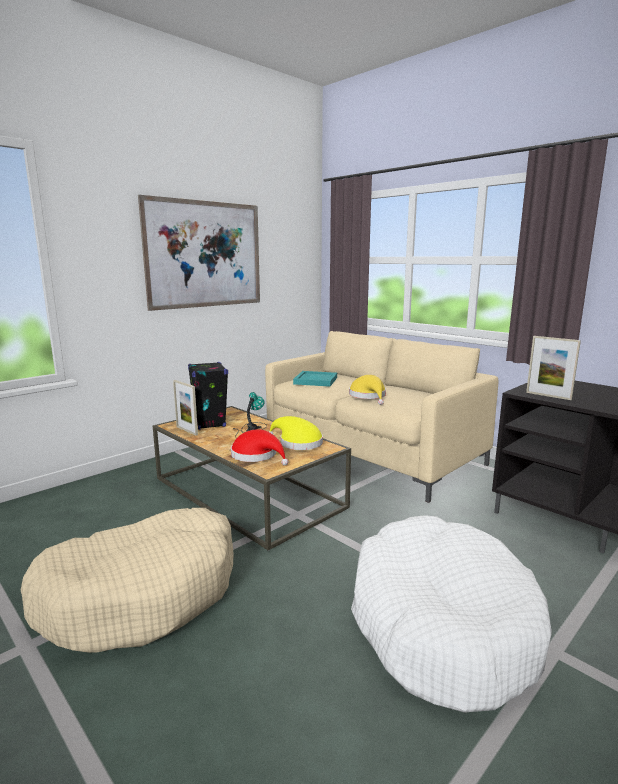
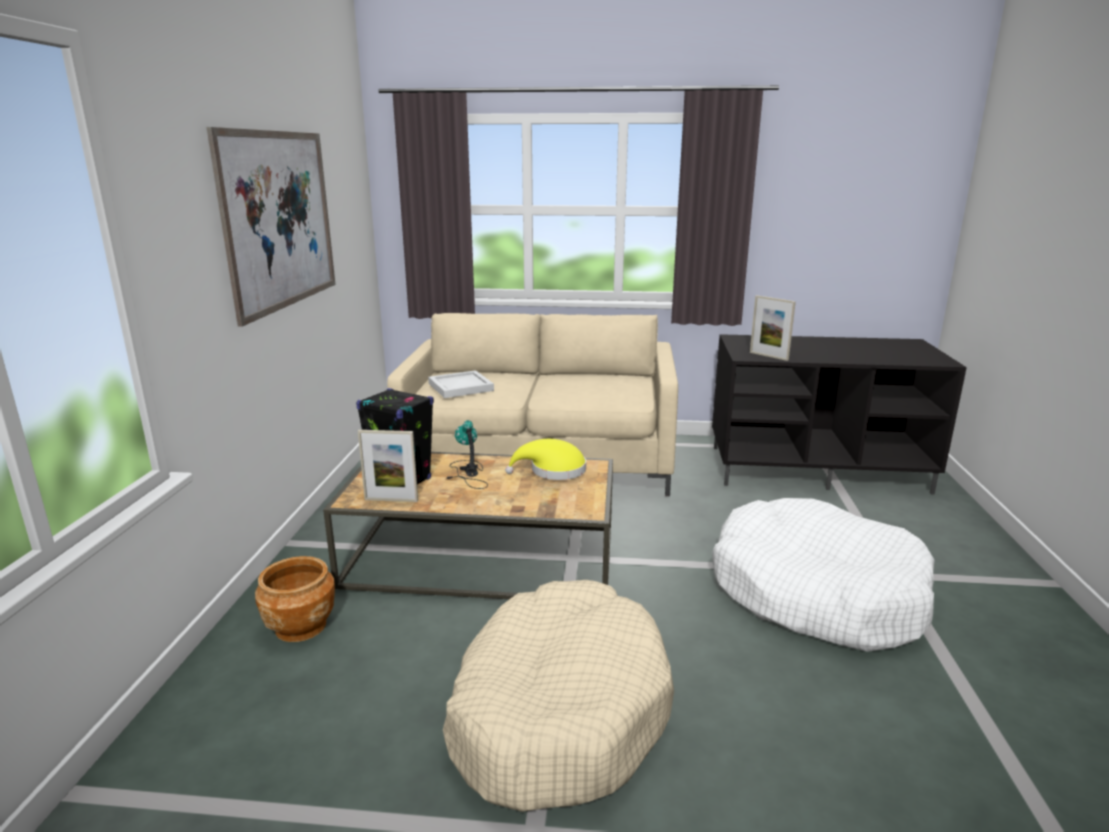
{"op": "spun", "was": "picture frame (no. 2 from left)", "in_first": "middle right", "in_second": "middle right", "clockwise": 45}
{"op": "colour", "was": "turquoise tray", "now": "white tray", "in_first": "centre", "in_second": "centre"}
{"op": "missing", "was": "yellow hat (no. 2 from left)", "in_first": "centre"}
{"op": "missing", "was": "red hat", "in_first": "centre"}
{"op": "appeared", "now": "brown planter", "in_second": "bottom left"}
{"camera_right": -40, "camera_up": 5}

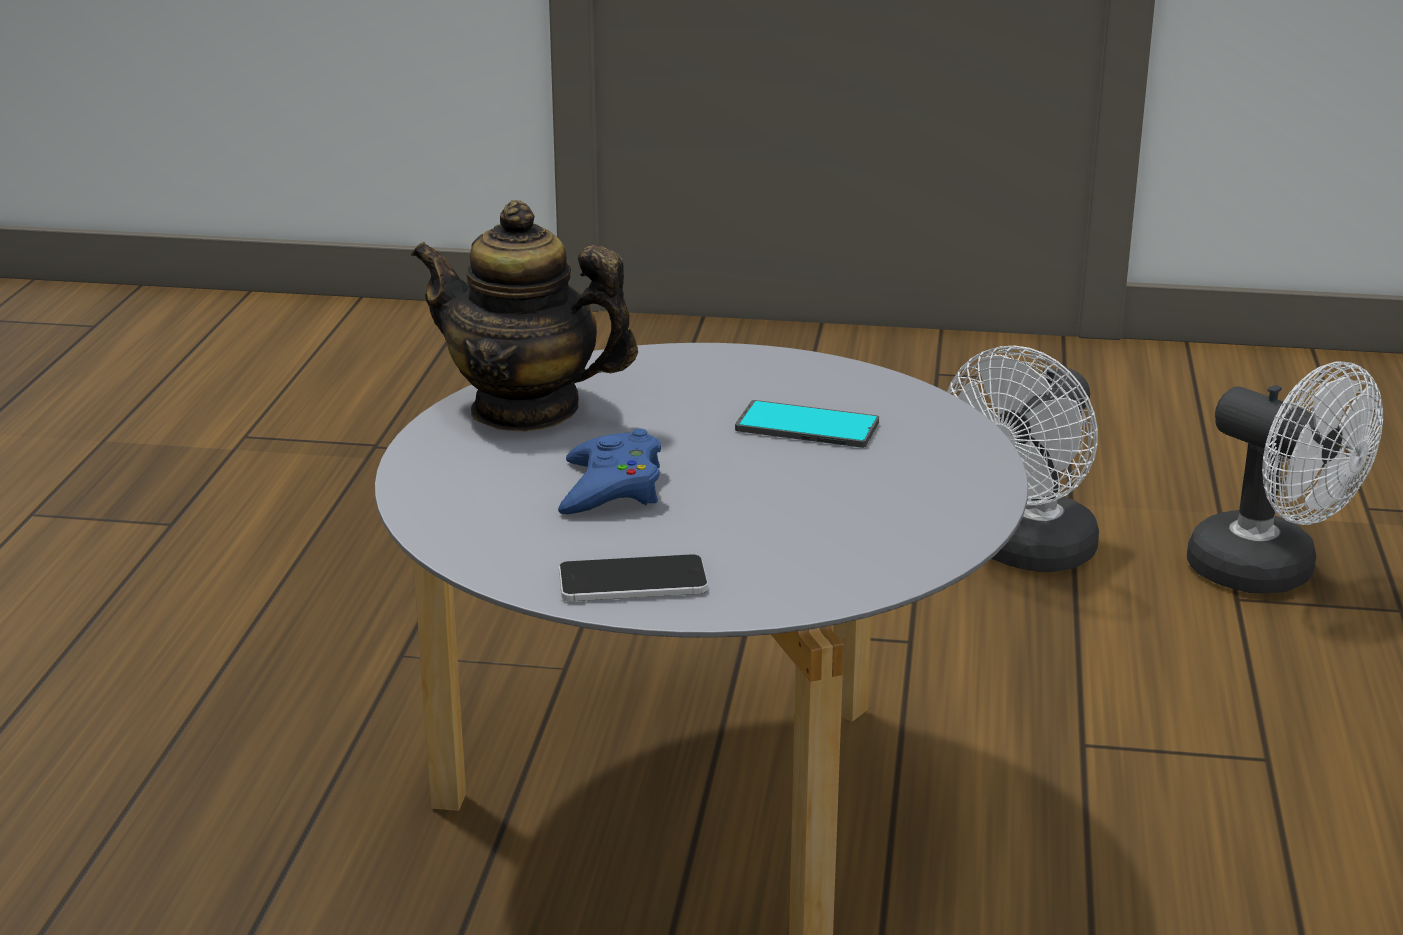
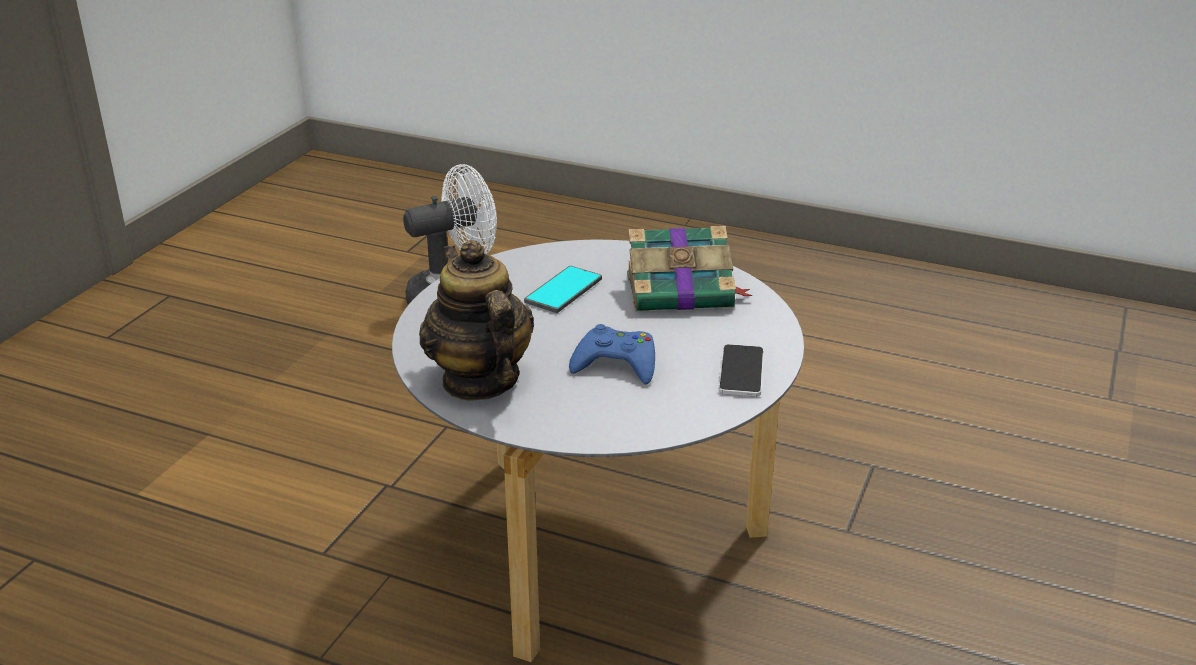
{"op": "spun", "was": "teapot", "in_first": "centre", "in_second": "centre", "clockwise": 120}
{"op": "missing", "was": "white fan (no. 1 from left)", "in_first": "middle right"}
{"op": "appeared", "now": "book", "in_second": "centre"}
{"camera_right": -75, "camera_up": 5}

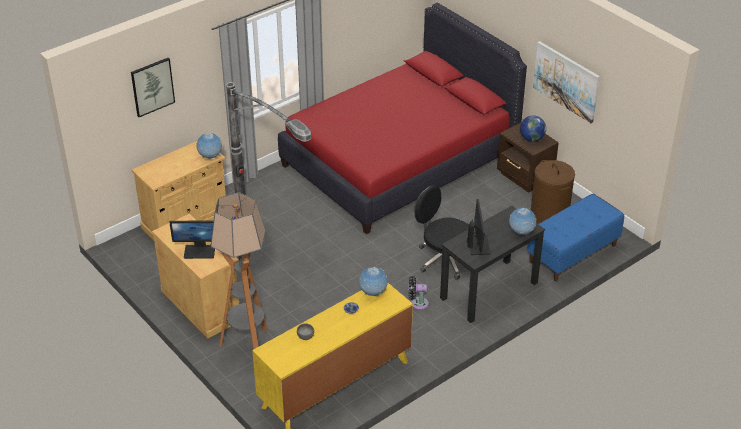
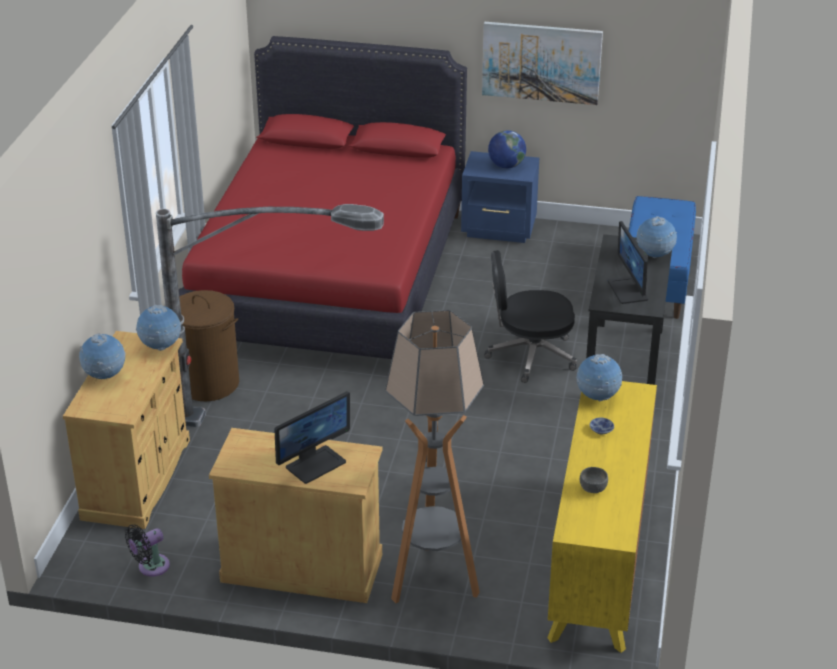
{"op": "missing", "was": "picture (no. 1 from left)", "in_first": "top left"}
{"op": "colour", "was": "brown nightstand", "now": "blue nightstand", "in_first": "middle right", "in_second": "top centre"}
{"op": "relocated", "was": "brown laundry basket", "in_first": "middle right", "in_second": "middle left"}
{"op": "spun", "was": "monitor (no. 2 from left)", "in_first": "centre", "in_second": "middle right", "clockwise": -150}
{"op": "relocated", "was": "black fan", "in_first": "bottom centre", "in_second": "bottom left"}
{"op": "appeared", "now": "globe (no. 1 from left)", "in_second": "middle left"}
{"camera_right": -40, "camera_up": -5}

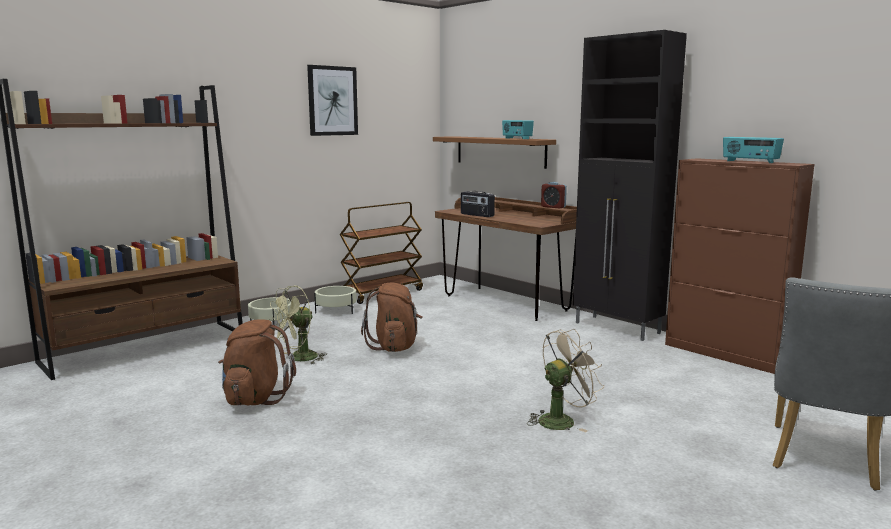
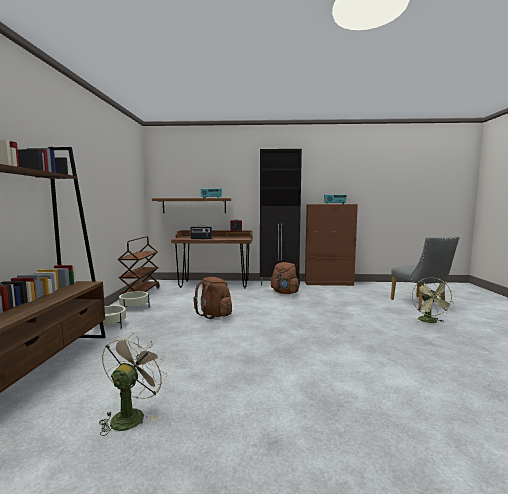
{"op": "missing", "was": "picture", "in_first": "top centre"}
{"op": "relocated", "was": "green fan", "in_first": "centre", "in_second": "middle right"}
{"op": "relocated", "was": "brown backpack (no. 1 from left in the first image)", "now": "brown backpack (no. 2 from left)", "in_first": "bottom left", "in_second": "centre"}
{"op": "relocated", "was": "beige fan", "in_first": "bottom centre", "in_second": "bottom left"}
{"camera_right": -45, "camera_up": -5}

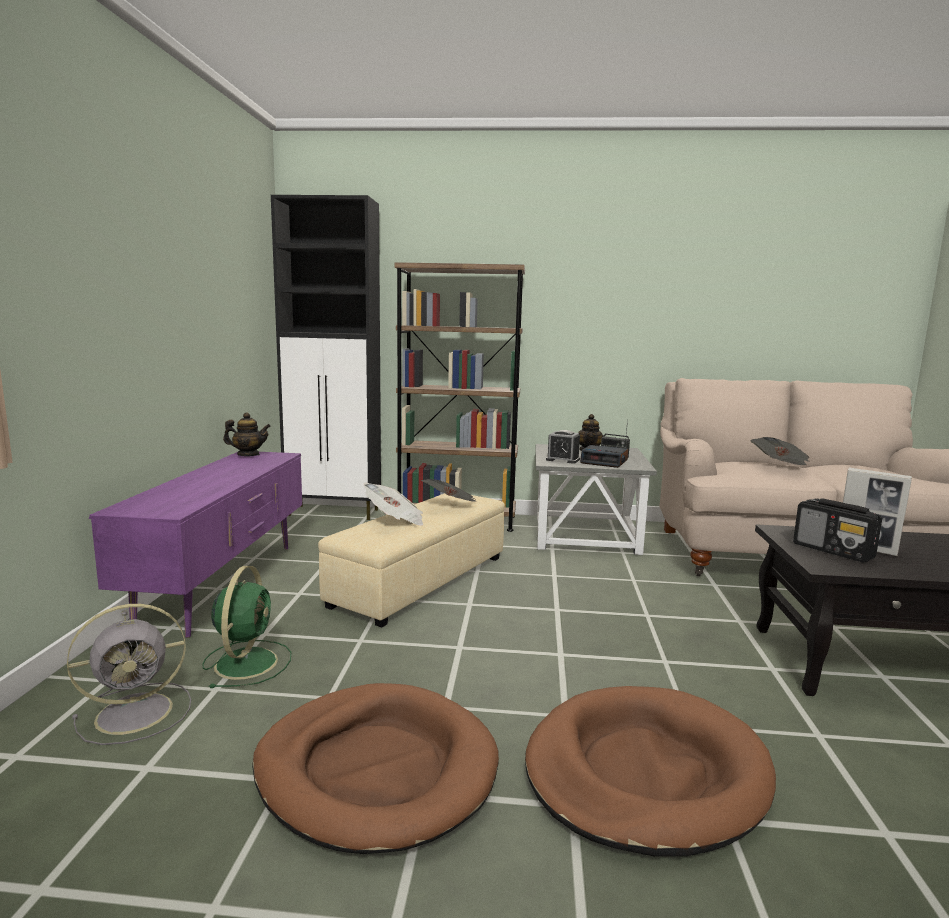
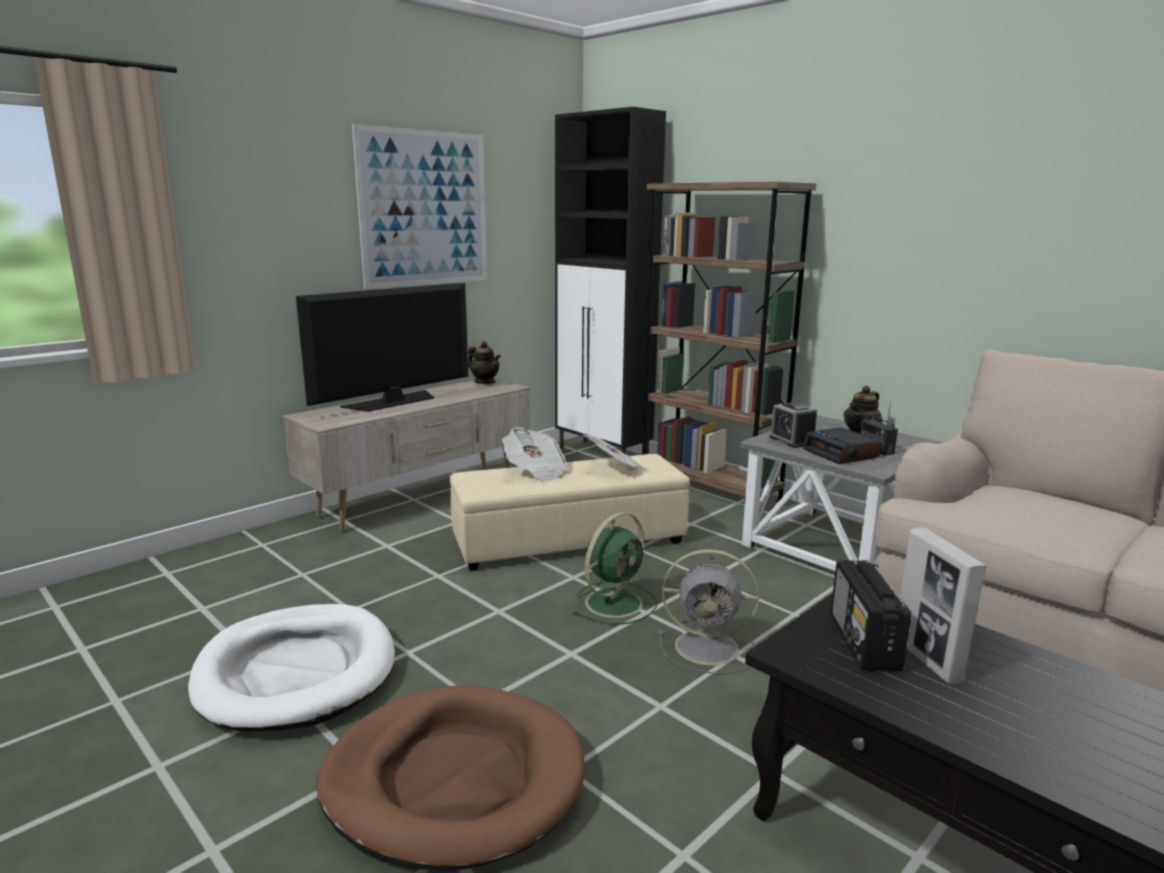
{"op": "missing", "was": "newspaper (no. 3 from left)", "in_first": "middle right"}
{"op": "colour", "was": "purple tv stand", "now": "beige tv stand", "in_first": "middle left", "in_second": "centre"}
{"op": "relocated", "was": "green fan", "in_first": "bottom left", "in_second": "centre"}
{"op": "relocated", "was": "grey fan", "in_first": "bottom left", "in_second": "bottom centre"}
{"op": "colour", "was": "brown dog bed (no. 1 from left)", "now": "white dog bed", "in_first": "bottom centre", "in_second": "bottom left"}
{"op": "appeared", "now": "picture", "in_second": "top centre"}
{"op": "appeared", "now": "television", "in_second": "middle left"}
{"camera_right": 40, "camera_up": 5}

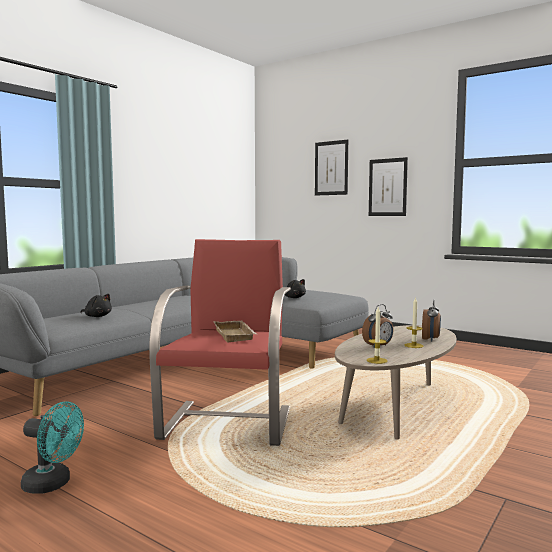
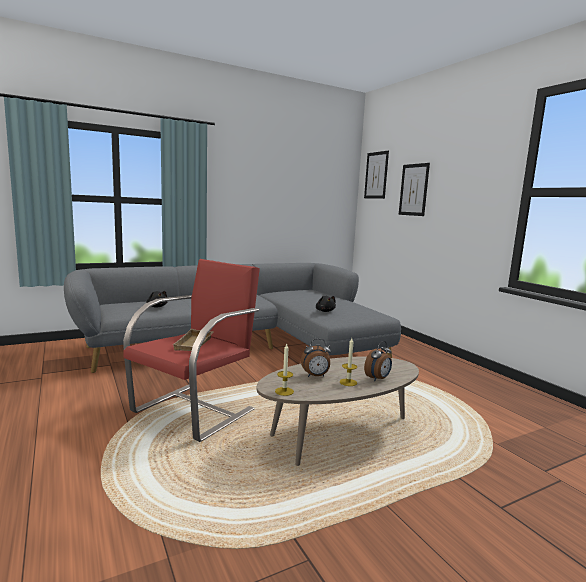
{"op": "relocated", "was": "picture (no. 2 from left in the first image)", "now": "picture (no. 1 from left)", "in_first": "middle right", "in_second": "top centre"}
{"op": "missing", "was": "turquoise fan", "in_first": "bottom left"}
{"camera_right": 25, "camera_up": 5}

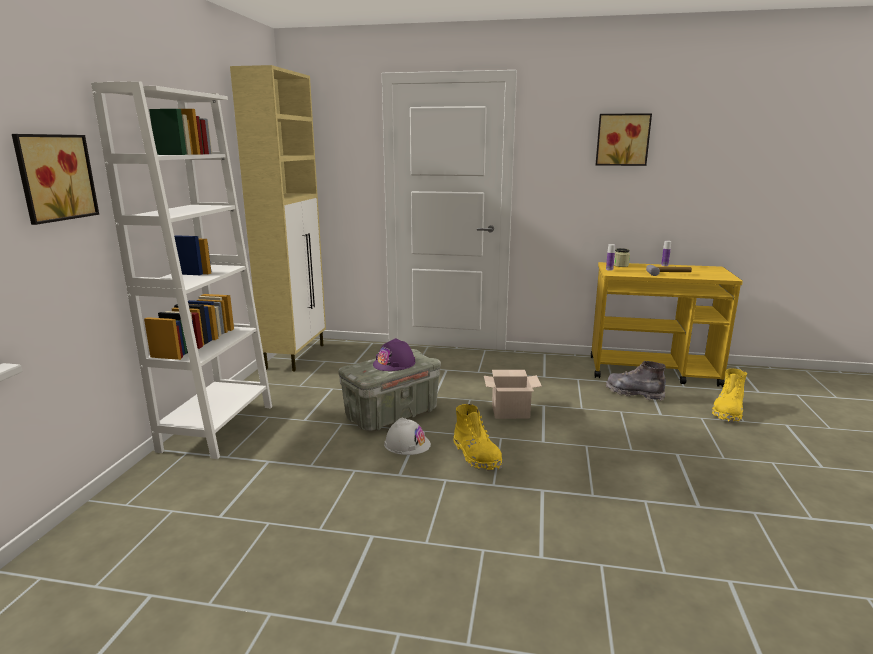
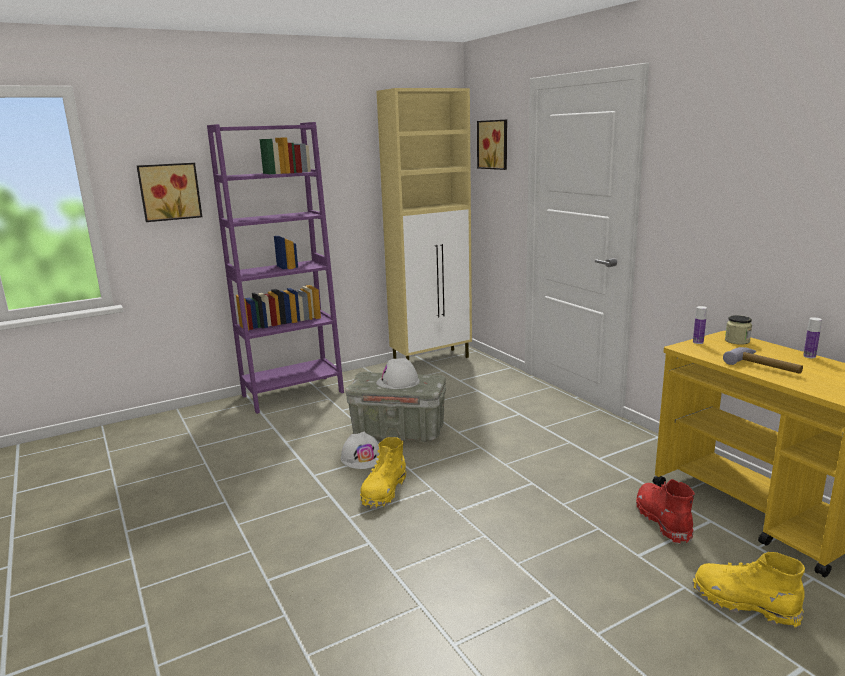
{"op": "colour", "was": "white bookcase", "now": "purple bookcase", "in_first": "middle left", "in_second": "middle left"}
{"op": "relocated", "was": "picture (no. 2 from left)", "in_first": "top right", "in_second": "top centre"}
{"op": "colour", "was": "purple hard hat", "now": "white hard hat (no. 2 from left)", "in_first": "centre", "in_second": "centre"}
{"op": "colour", "was": "grey boot", "now": "red boot", "in_first": "middle right", "in_second": "bottom right"}
{"op": "spun", "was": "yellow boot (no. 2 from left)", "in_first": "middle right", "in_second": "bottom right", "clockwise": 45}
{"op": "missing", "was": "cardboard box", "in_first": "centre"}
{"camera_right": 50, "camera_up": 0}

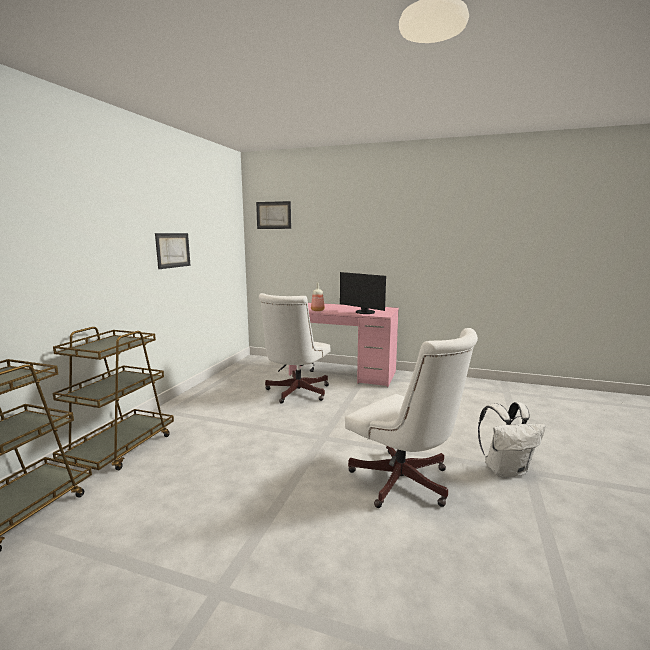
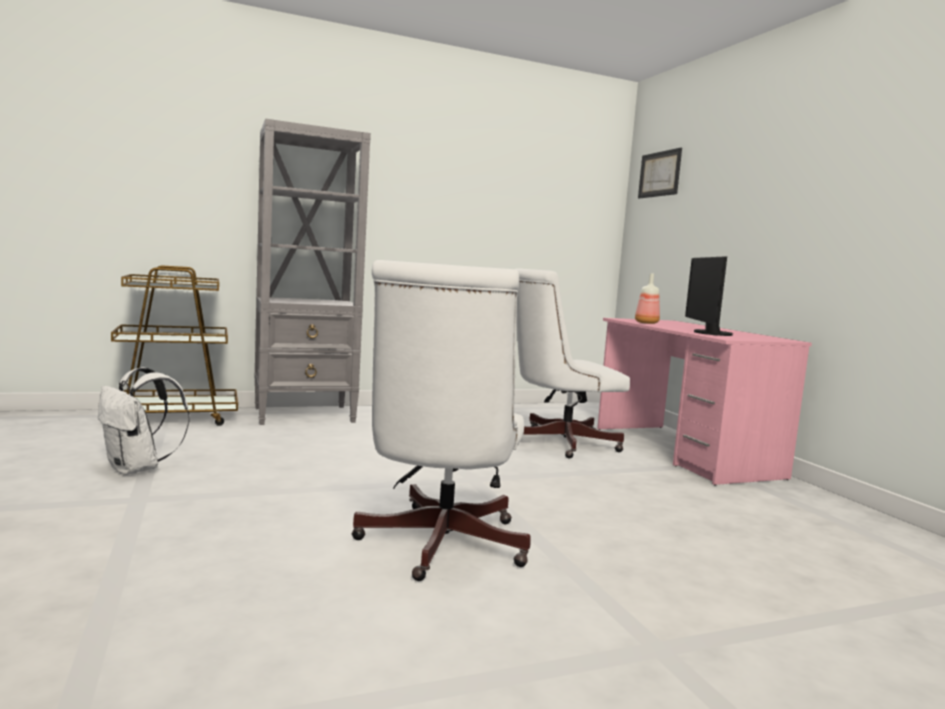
{"op": "missing", "was": "picture (no. 1 from left)", "in_first": "middle left"}
{"op": "exchanged", "was": "brown cart (no. 2 from left)", "now": "grey bookcase", "in_first": "middle left", "in_second": "middle left"}
{"op": "relocated", "was": "white backpack", "in_first": "bottom right", "in_second": "middle left"}
{"camera_right": 50, "camera_up": -5}

